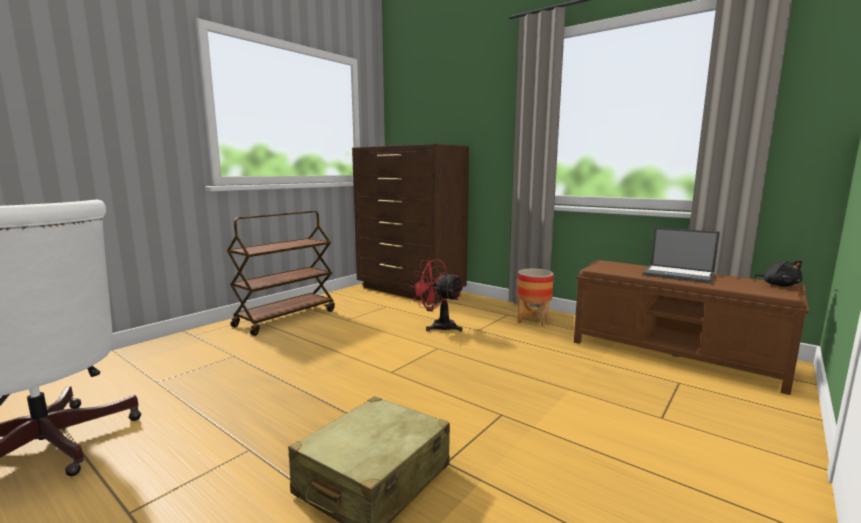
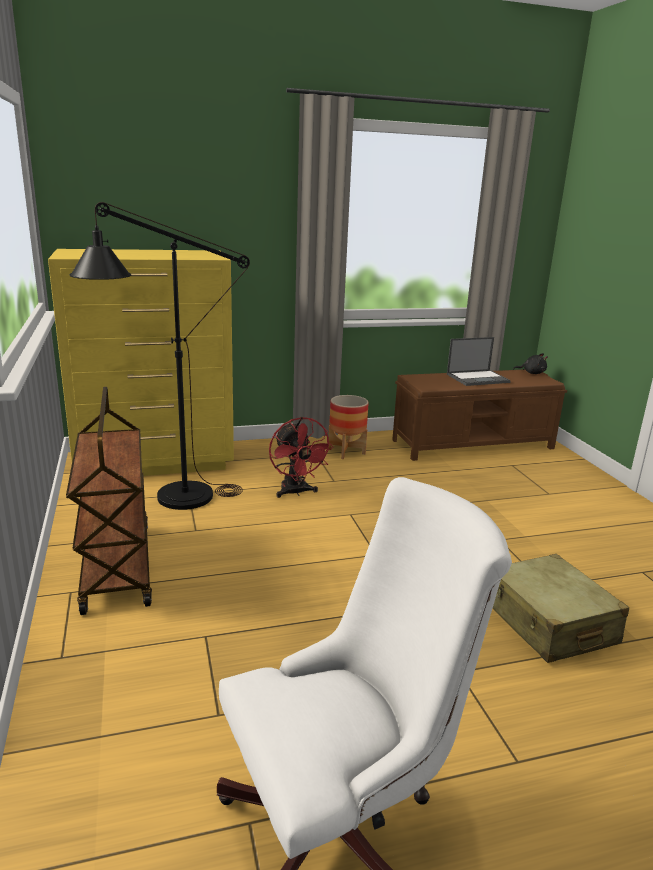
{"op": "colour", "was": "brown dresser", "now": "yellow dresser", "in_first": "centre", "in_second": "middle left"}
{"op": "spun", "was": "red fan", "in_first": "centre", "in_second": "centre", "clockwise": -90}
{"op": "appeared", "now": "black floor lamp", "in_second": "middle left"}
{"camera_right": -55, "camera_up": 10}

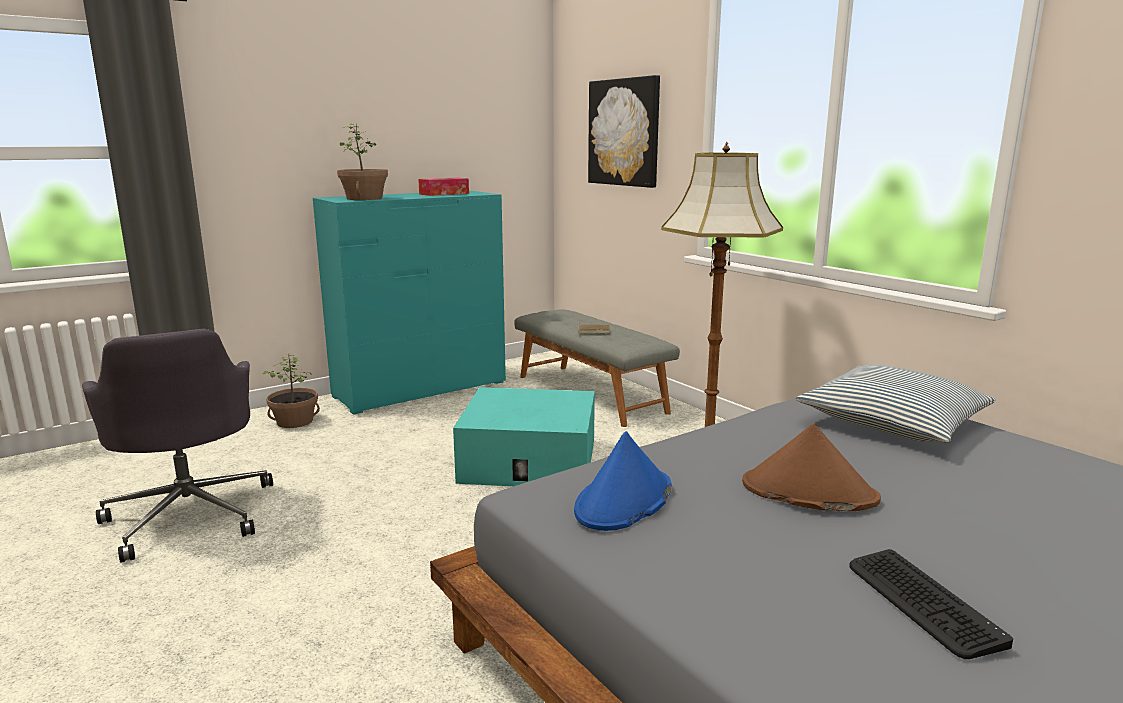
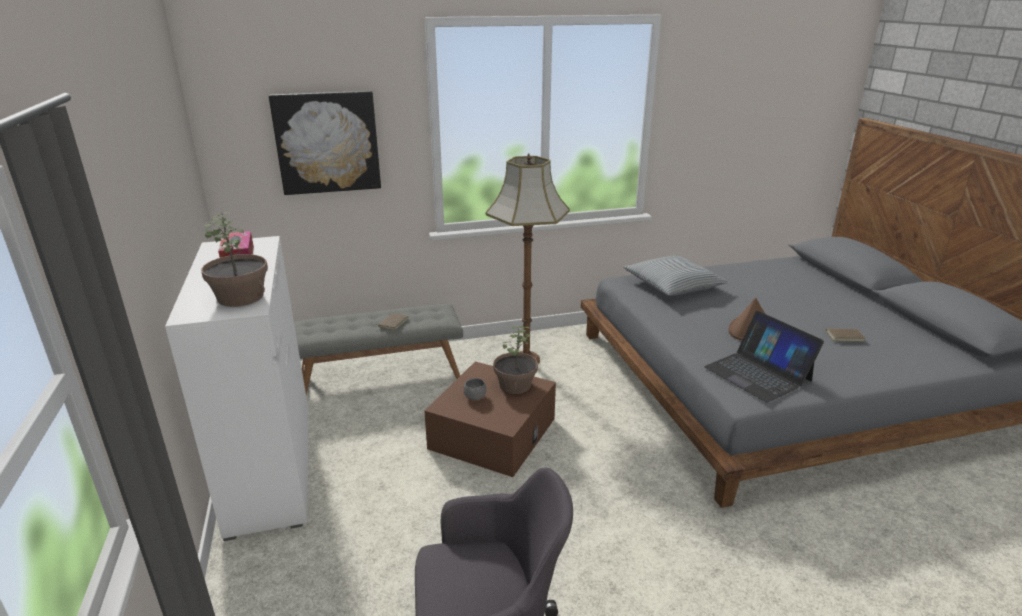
{"op": "colour", "was": "turquoise dresser", "now": "white dresser", "in_first": "centre", "in_second": "middle left"}
{"op": "relocated", "was": "potted plant (no. 1 from left in the first image)", "now": "potted plant (no. 2 from left)", "in_first": "middle left", "in_second": "centre"}
{"op": "colour", "was": "turquoise storage box", "now": "brown storage box", "in_first": "centre", "in_second": "bottom centre"}
{"op": "exchanged", "was": "blue hat", "now": "laptop", "in_first": "bottom centre", "in_second": "middle right"}
{"op": "exchanged", "was": "keyboard", "now": "brown book (no. 2 from left)", "in_first": "bottom right", "in_second": "middle right"}
{"op": "appeared", "now": "grey bowl", "in_second": "centre"}
{"camera_right": -70, "camera_up": 10}

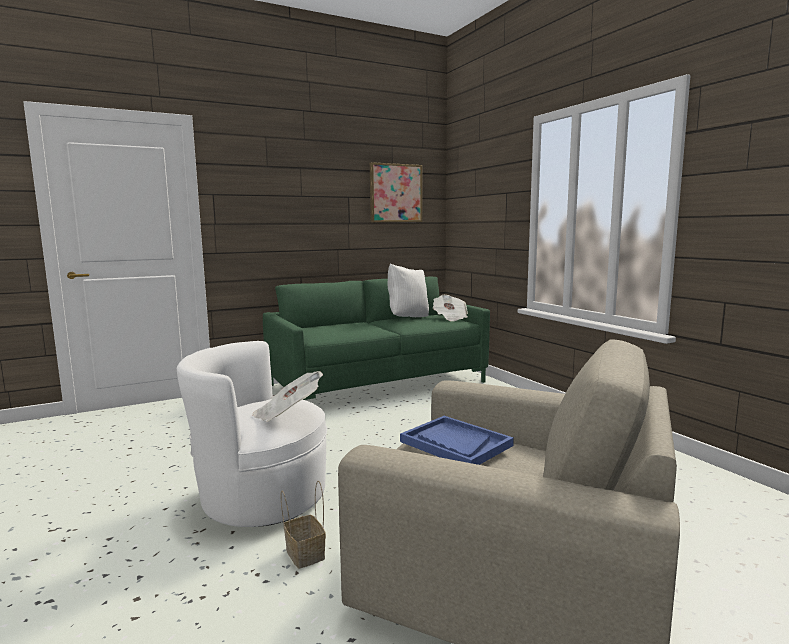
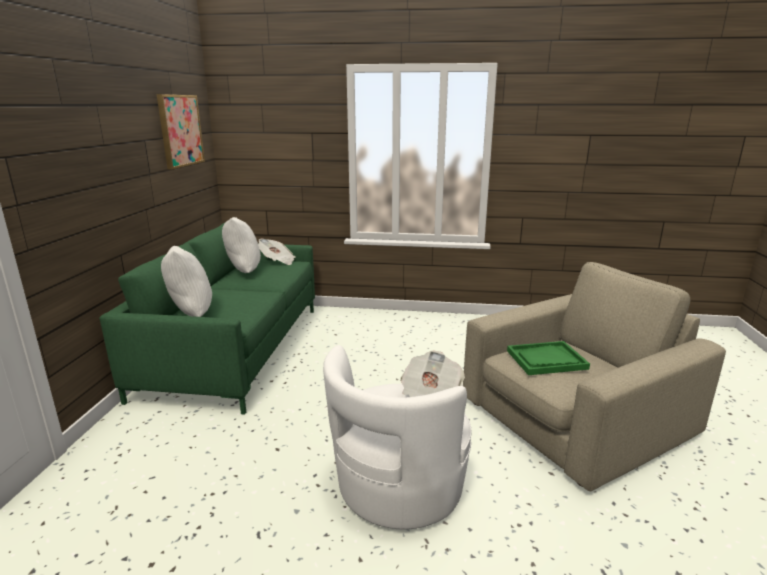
{"op": "colour", "was": "blue tray", "now": "green tray", "in_first": "bottom centre", "in_second": "middle right"}
{"op": "missing", "was": "basket", "in_first": "bottom centre"}
{"op": "appeared", "now": "white pillow (no. 1 from left)", "in_second": "middle left"}
{"camera_right": -55, "camera_up": 10}

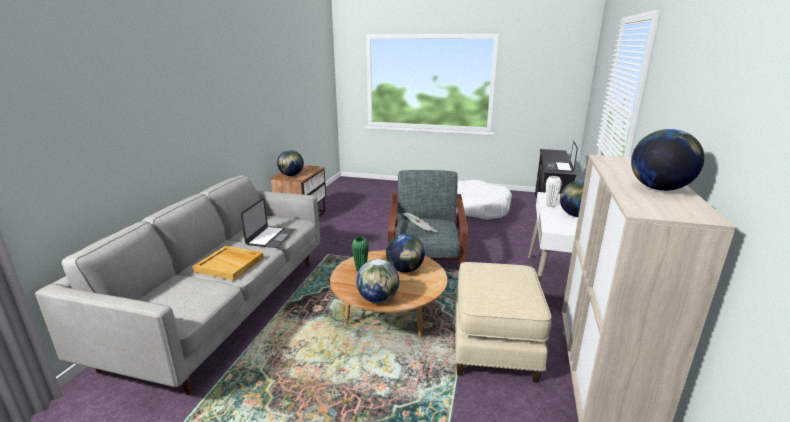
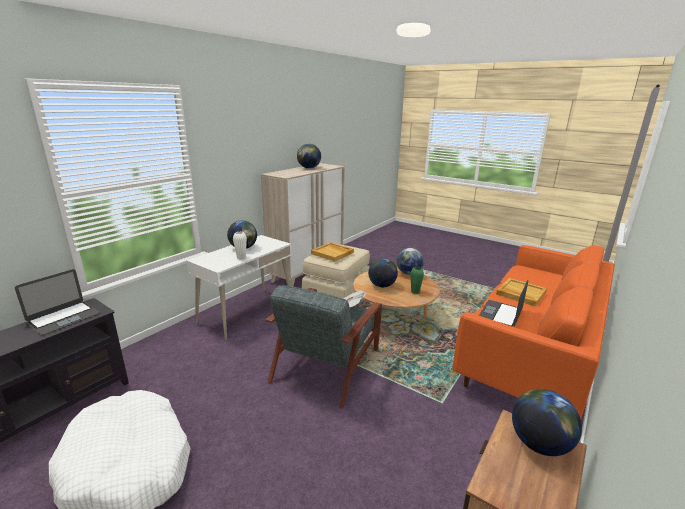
{"op": "colour", "was": "grey sofa", "now": "orange sofa", "in_first": "bottom left", "in_second": "middle right"}
{"op": "appeared", "now": "beige tray (no. 1 from left)", "in_second": "centre"}
{"camera_right": -160, "camera_up": 0}

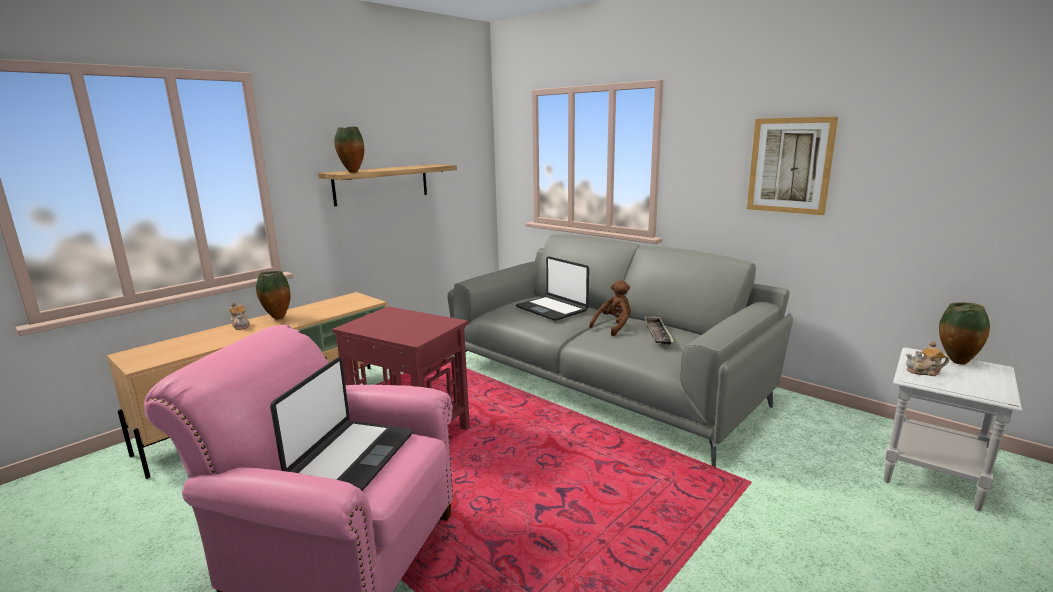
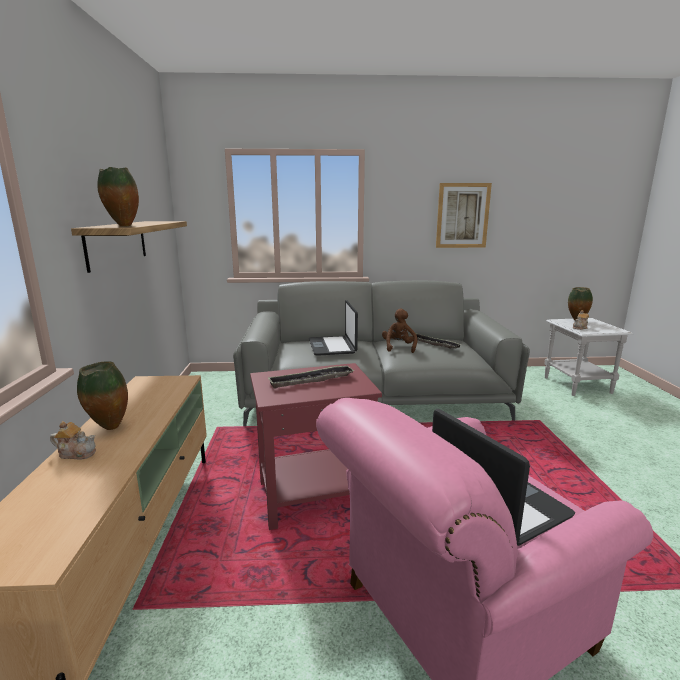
{"op": "spun", "was": "laptop (no. 2 from left in the first image)", "in_first": "centre", "in_second": "centre", "clockwise": 75}
{"op": "appeared", "now": "tray (no. 1 from left)", "in_second": "centre"}
{"camera_right": -45, "camera_up": 0}

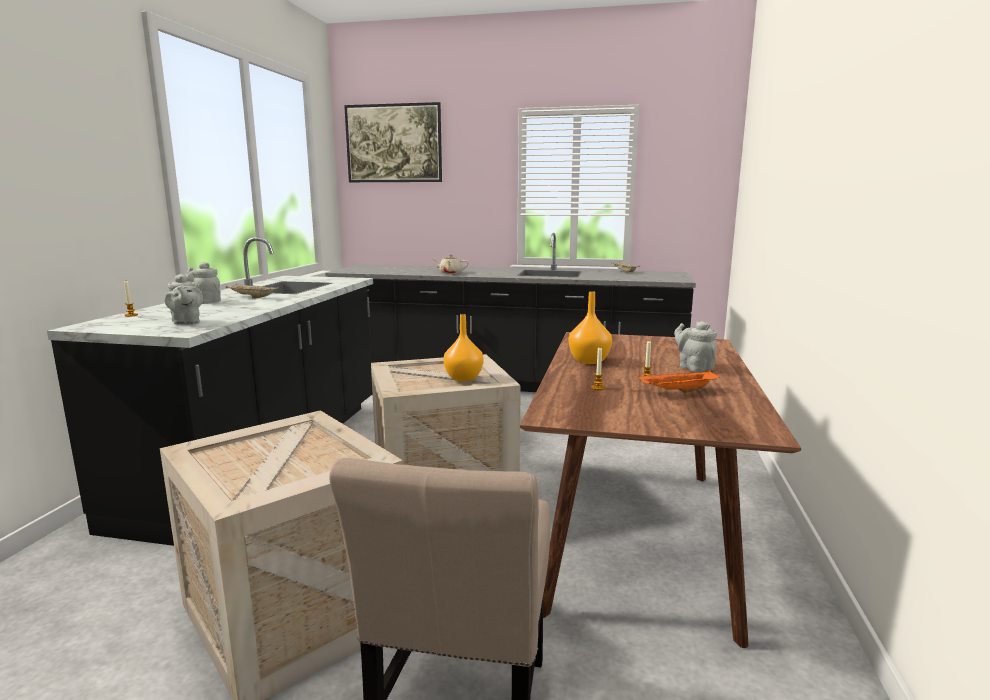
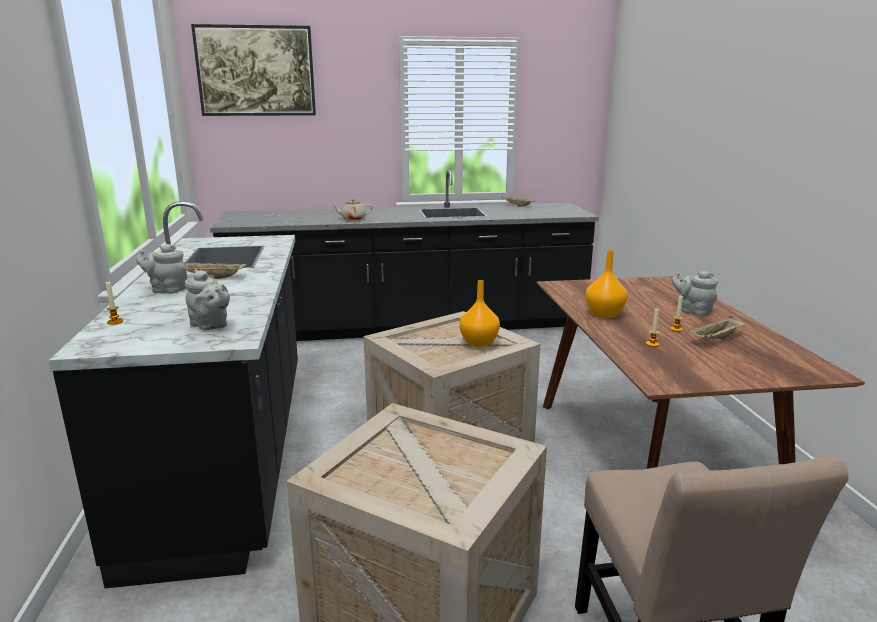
{"op": "colour", "was": "orange tray", "now": "beige tray (no. 3 from left)", "in_first": "middle right", "in_second": "middle right"}
{"camera_right": -20, "camera_up": 5}

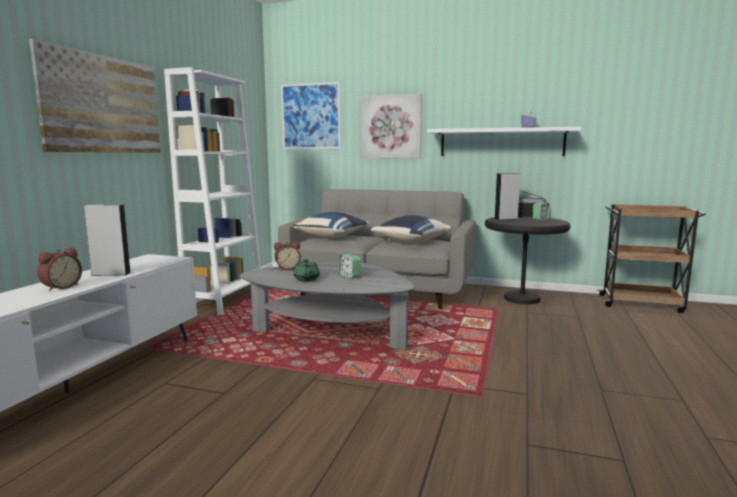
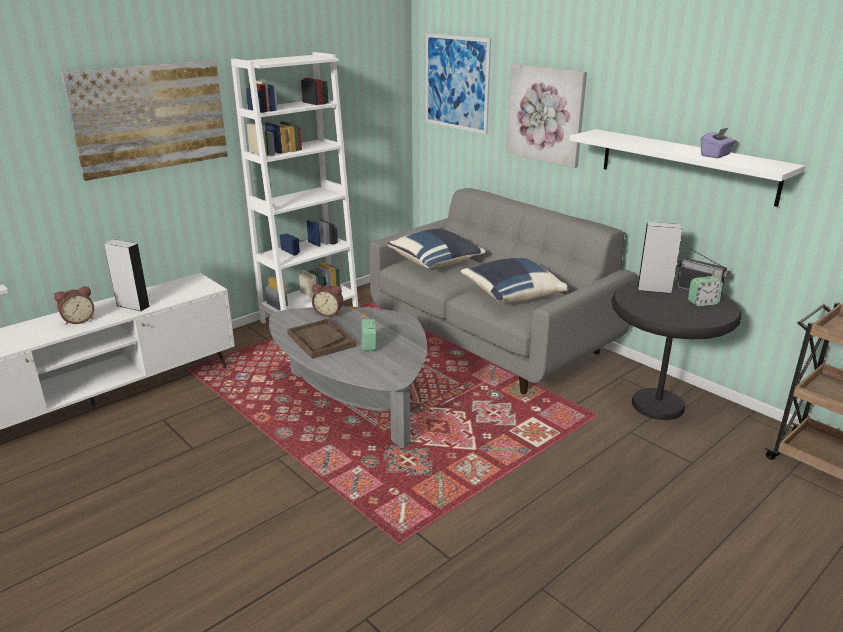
{"op": "exchanged", "was": "green teapot", "now": "brown tray", "in_first": "centre", "in_second": "centre"}
{"camera_right": 30, "camera_up": 15}

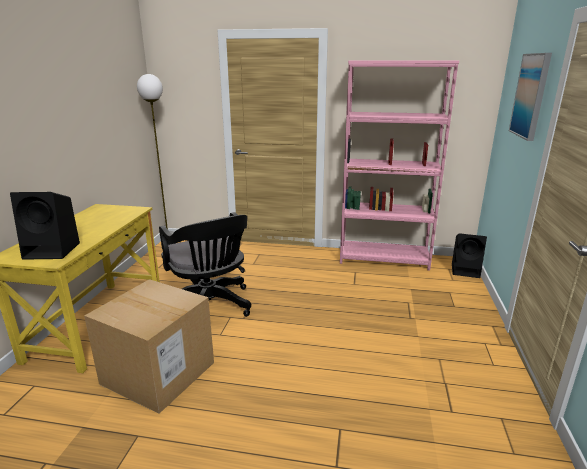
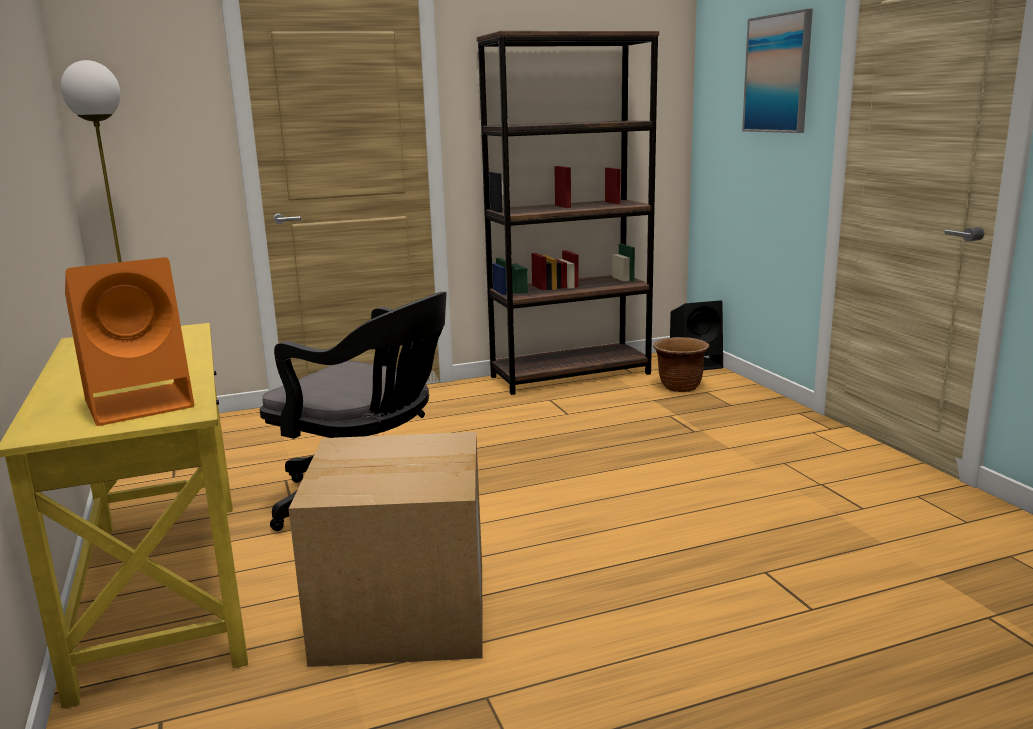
{"op": "colour", "was": "pink bookcase", "now": "brown bookcase", "in_first": "middle right", "in_second": "top centre"}
{"op": "colour", "was": "black speaker (no. 1 from left)", "now": "orange speaker", "in_first": "middle left", "in_second": "middle left"}
{"op": "appeared", "now": "brown planter", "in_second": "centre"}
{"camera_right": -30, "camera_up": -5}

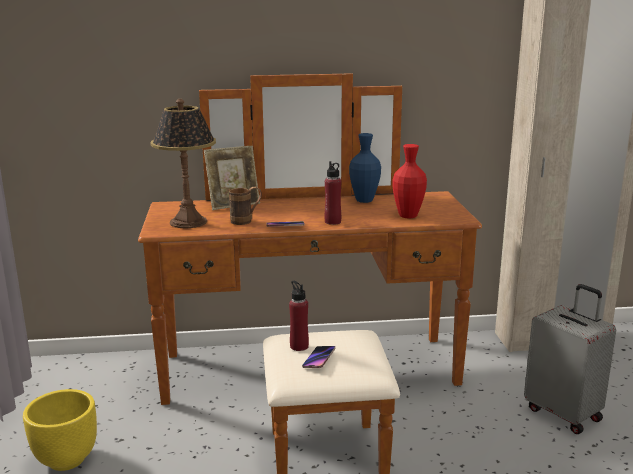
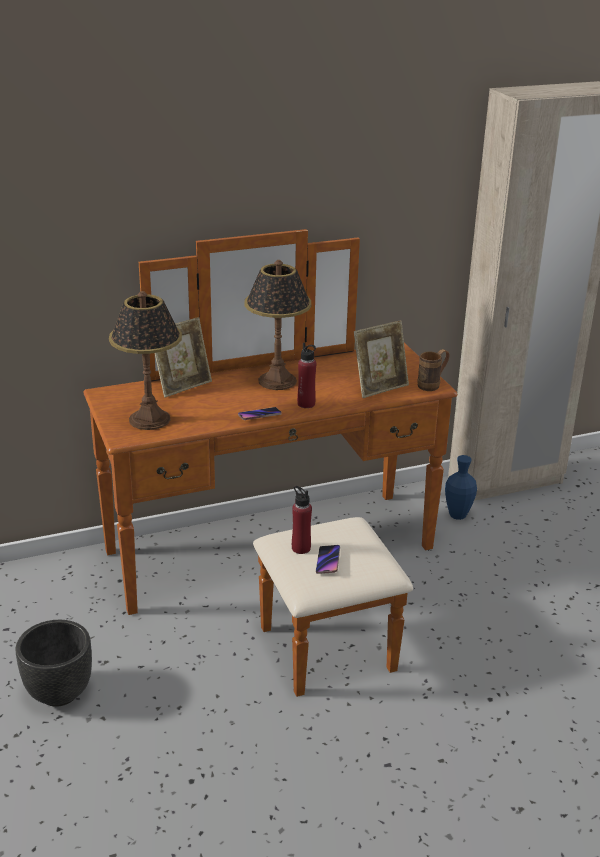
{"op": "relocated", "was": "blue vase", "in_first": "centre", "in_second": "middle right"}
{"op": "exchanged", "was": "red vase", "now": "picture frame (no. 2 from left)", "in_first": "centre", "in_second": "centre"}
{"op": "relocated", "was": "brown mug", "in_first": "centre", "in_second": "middle right"}
{"op": "missing", "was": "grey suitcase", "in_first": "bottom right"}
{"op": "colour", "was": "yellow planter", "now": "black planter", "in_first": "bottom left", "in_second": "bottom left"}
{"op": "appeared", "now": "table lamp (no. 2 from left)", "in_second": "centre"}
{"camera_right": -15, "camera_up": 10}

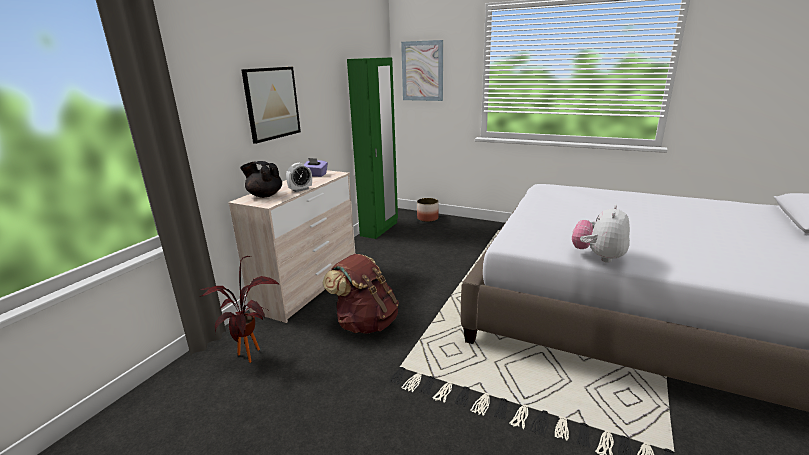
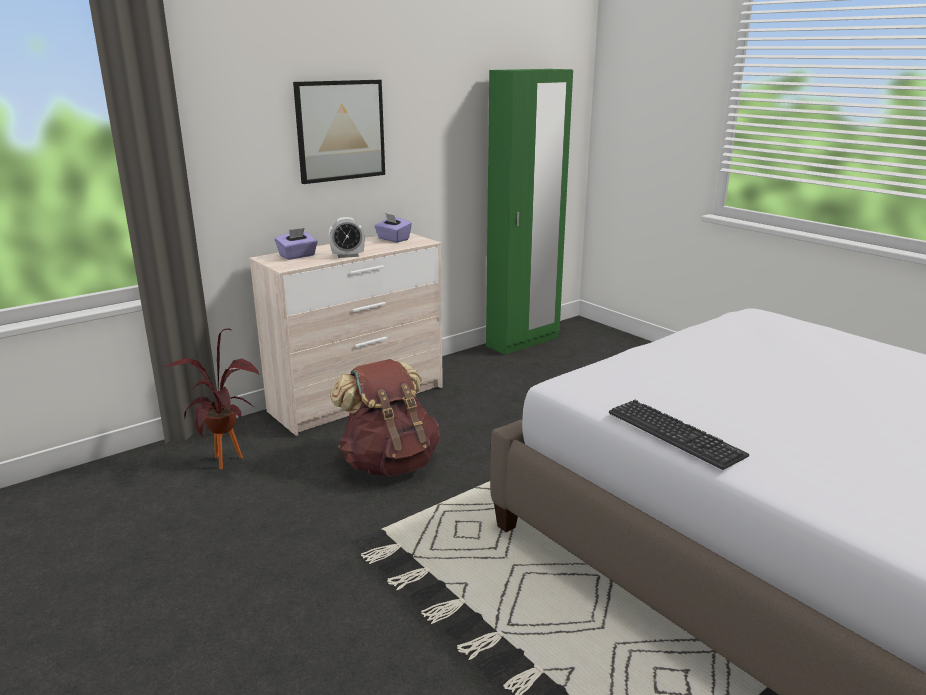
{"op": "missing", "was": "picture (no. 2 from left)", "in_first": "top centre"}
{"op": "exchanged", "was": "black teapot", "now": "purple tissue box (no. 1 from left)", "in_first": "middle left", "in_second": "middle left"}
{"op": "missing", "was": "planter", "in_first": "centre"}
{"op": "exchanged", "was": "plush toy", "now": "keyboard", "in_first": "middle right", "in_second": "middle right"}
{"camera_right": 25, "camera_up": 0}

